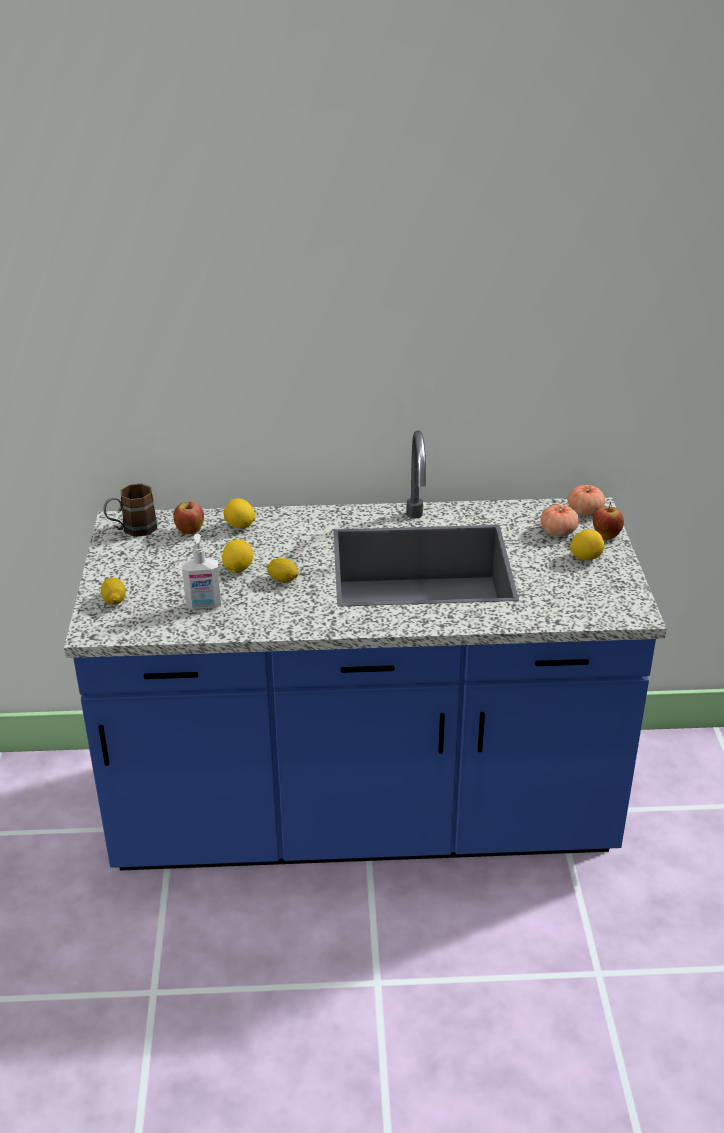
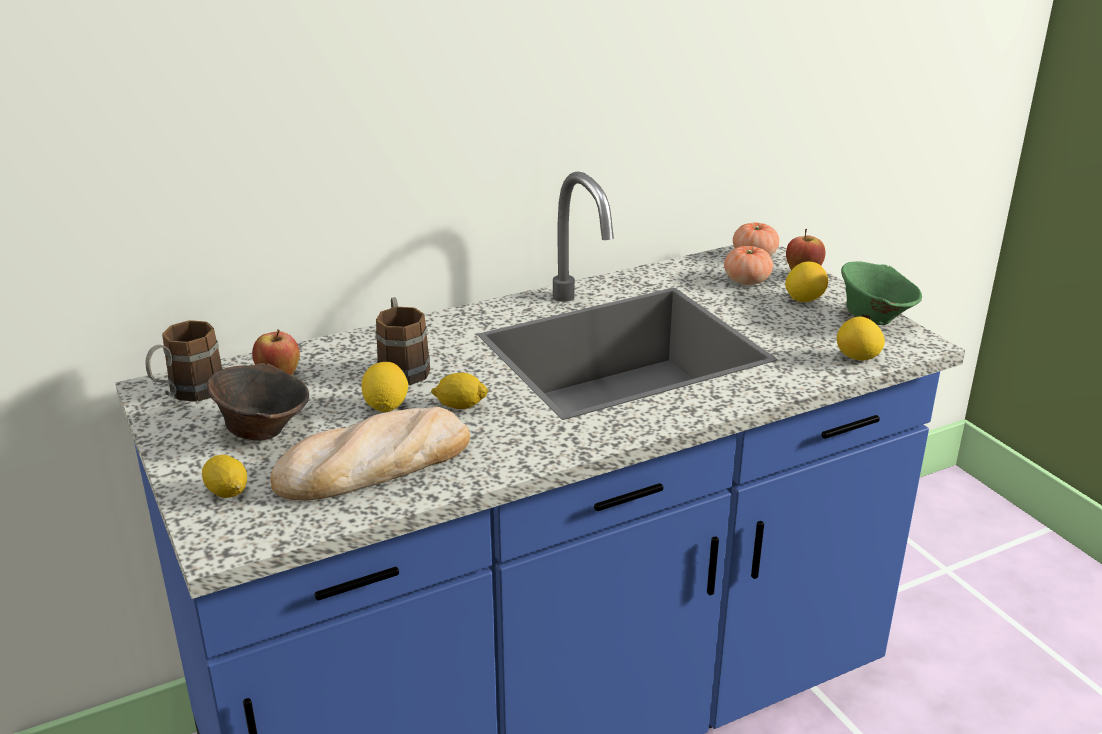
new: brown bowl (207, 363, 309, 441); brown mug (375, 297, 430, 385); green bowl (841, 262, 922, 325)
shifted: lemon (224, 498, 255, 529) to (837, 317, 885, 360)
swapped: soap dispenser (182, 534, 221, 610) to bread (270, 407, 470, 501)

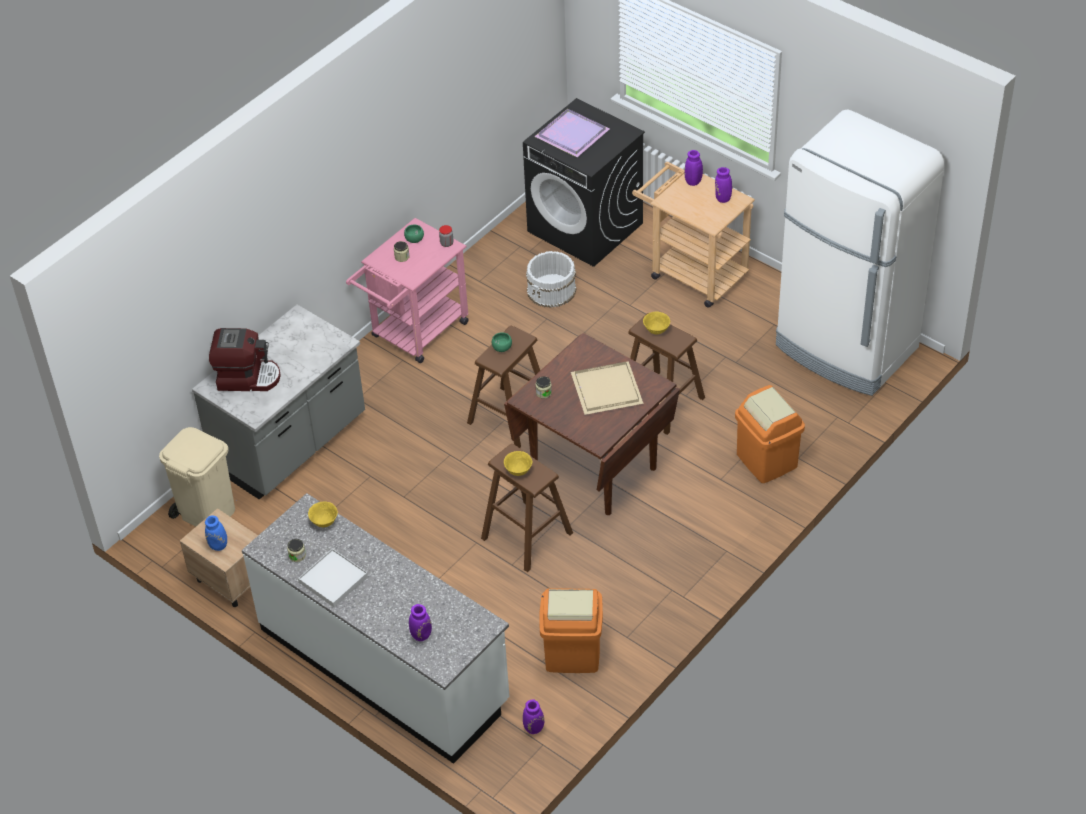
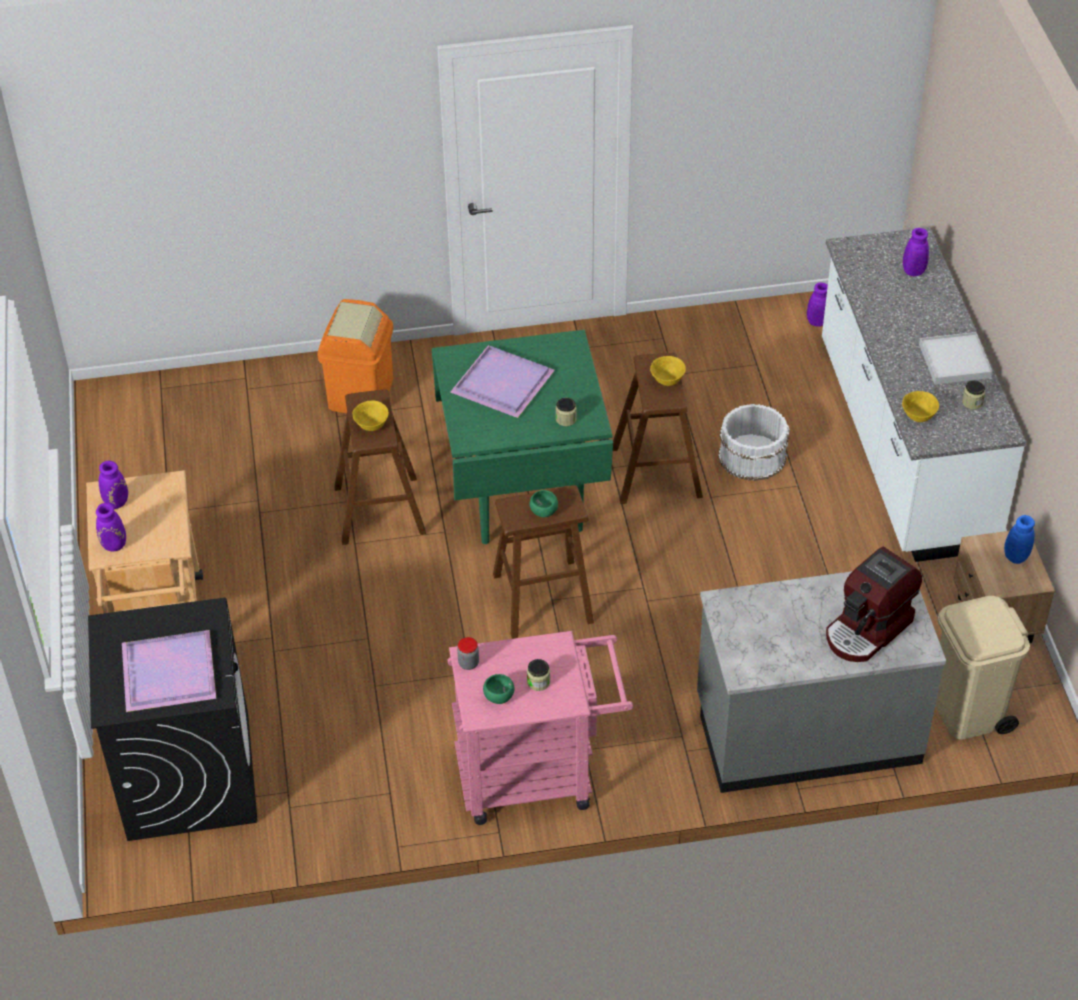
gone: orange trash can (540, 588, 603, 673); white fridge (776, 109, 944, 396)
shifted: white bucket (526, 251, 576, 308) to (718, 404, 790, 481)
repainted: brown dining table (504, 333, 680, 515) to green dining table (432, 330, 613, 544); beige tray (571, 361, 644, 415) to purple tray (451, 345, 555, 418)
rotated: coffee machine (209, 328, 280, 391) = (826, 547, 922, 662) 90 degrees counterclockwise

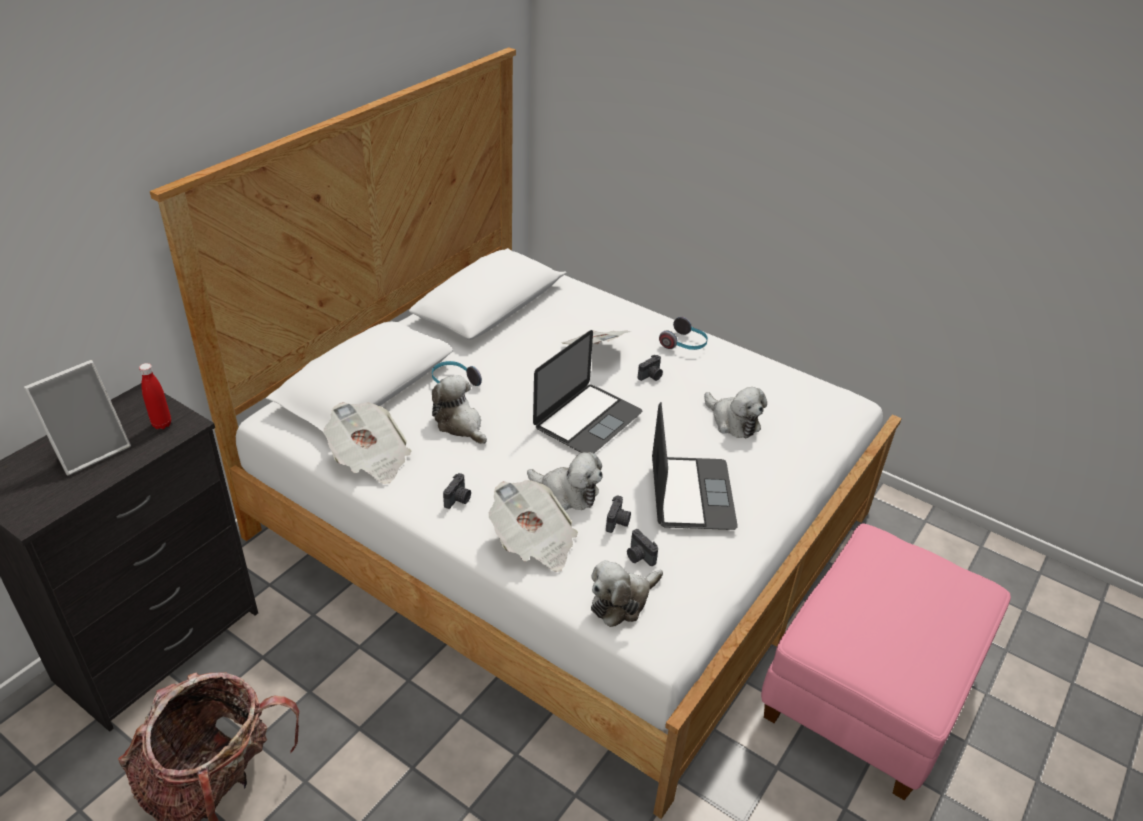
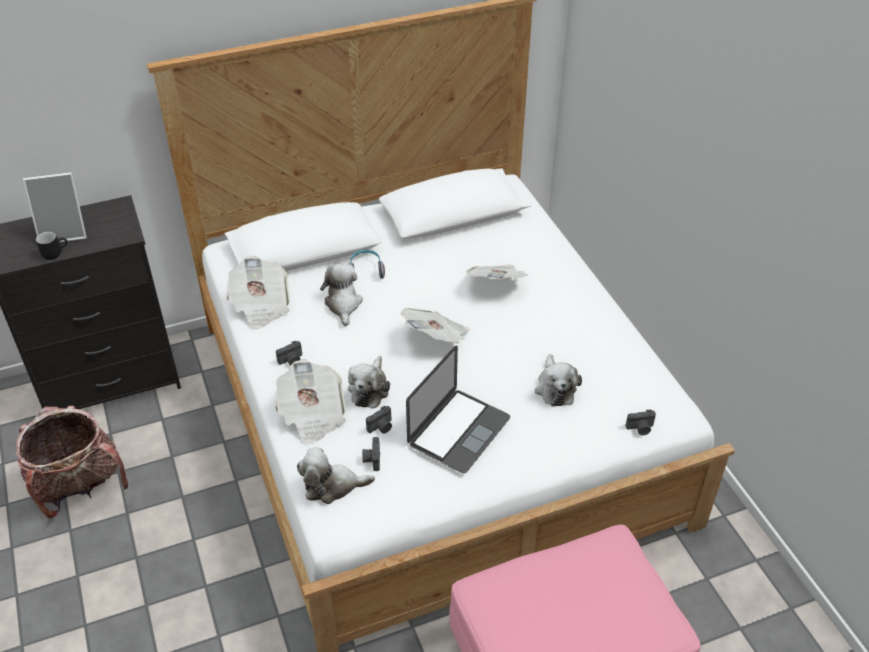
gone: red bottle (139, 363, 171, 429); headphones (659, 317, 708, 350)
new: black mug (36, 232, 68, 260)
shifted: photo camera (638, 355, 663, 381) to (626, 410, 656, 435)
swapped: laptop (533, 330, 642, 453) to newspaper (401, 308, 470, 343)
rotated: plush toy (527, 452, 603, 510) = (348, 356, 390, 409) 45 degrees clockwise

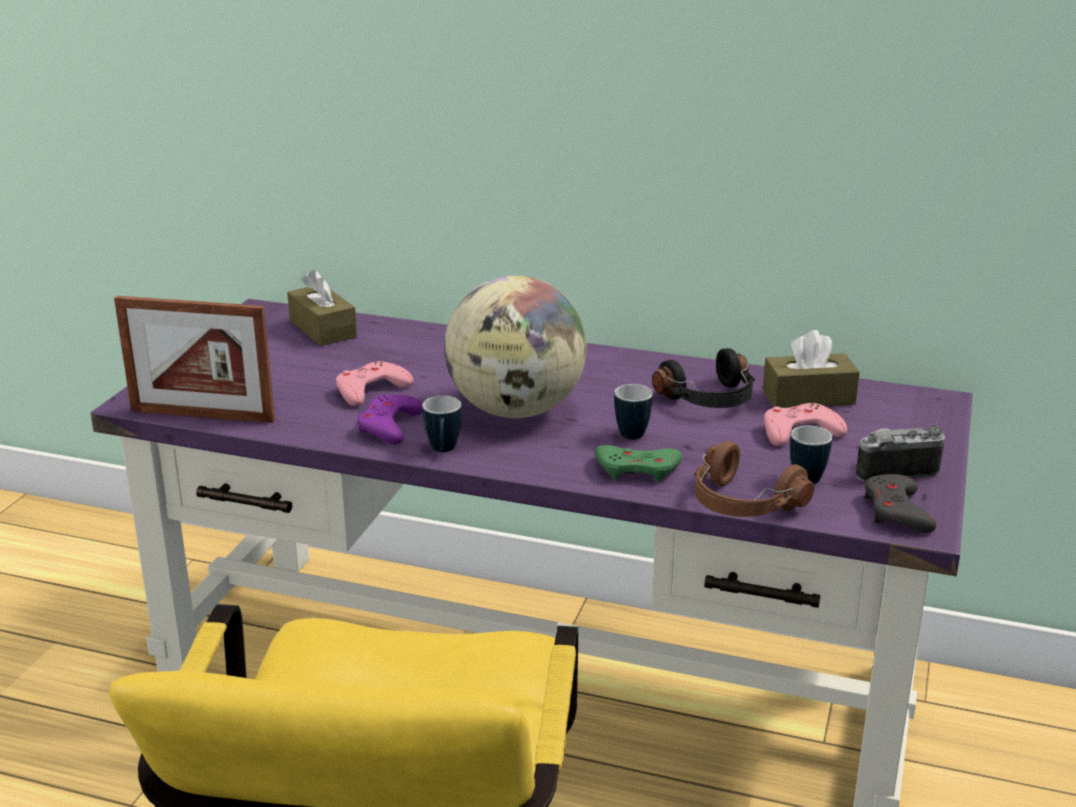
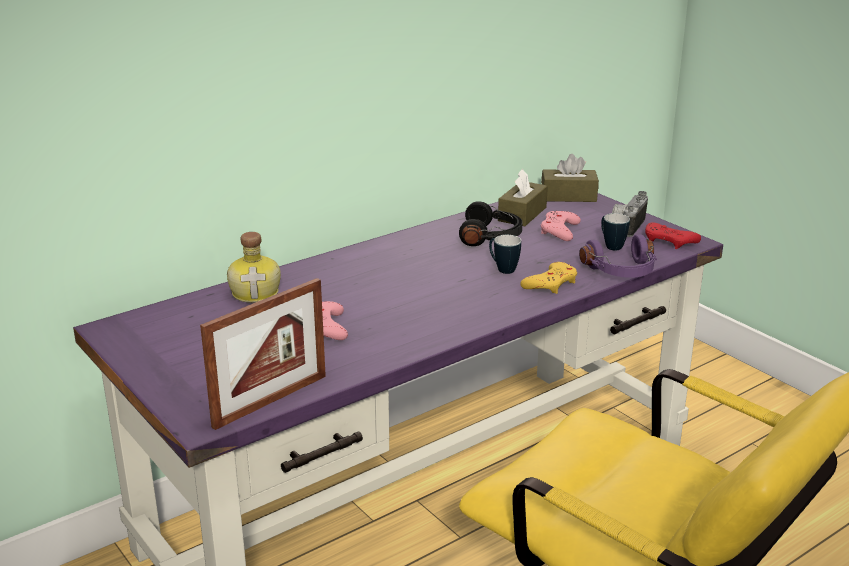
gone: purple game controller (357, 395, 423, 444); mug (423, 396, 462, 452); globe (444, 276, 587, 418)
new: bottle (227, 232, 281, 303)
shifted: brown tissue box (287, 269, 357, 346) to (541, 154, 599, 202)
repainted: green game controller (595, 445, 682, 483) to yellow game controller (520, 262, 577, 294); brown headphones (694, 441, 814, 517) to purple headphones (579, 234, 657, 278); grey game controller (865, 474, 936, 533) to red game controller (645, 223, 701, 249)

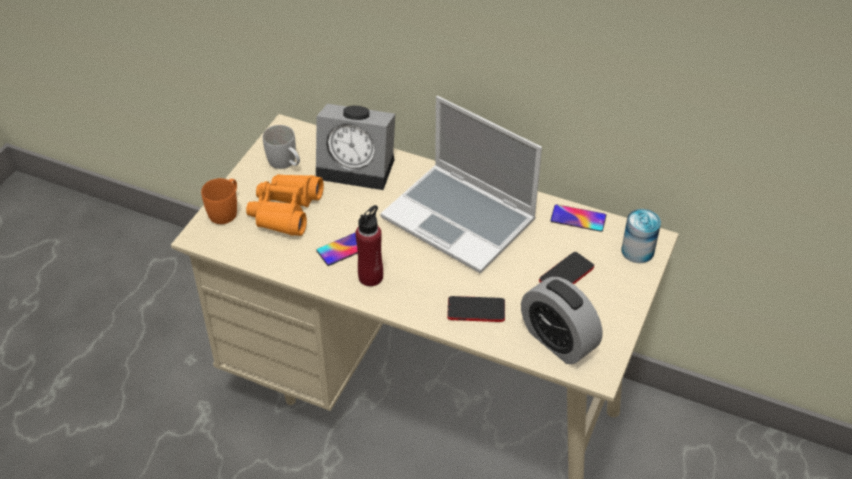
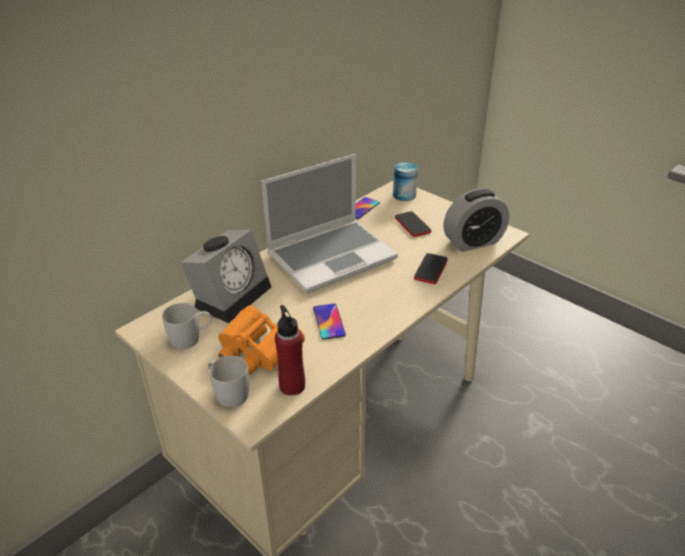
shifted: red bottle (355, 205, 383, 286) to (275, 305, 305, 396)
repainted: orange mug (201, 178, 237, 224) to white mug (208, 356, 249, 408)

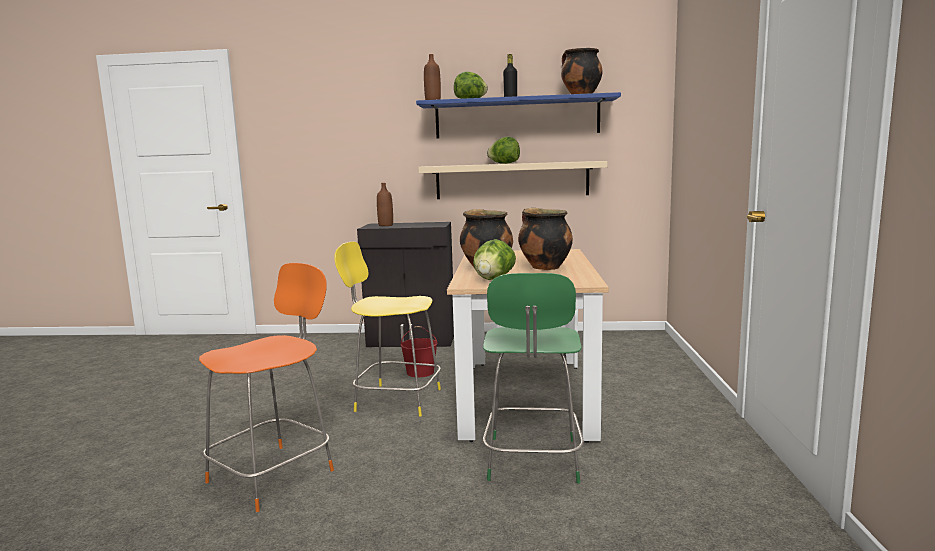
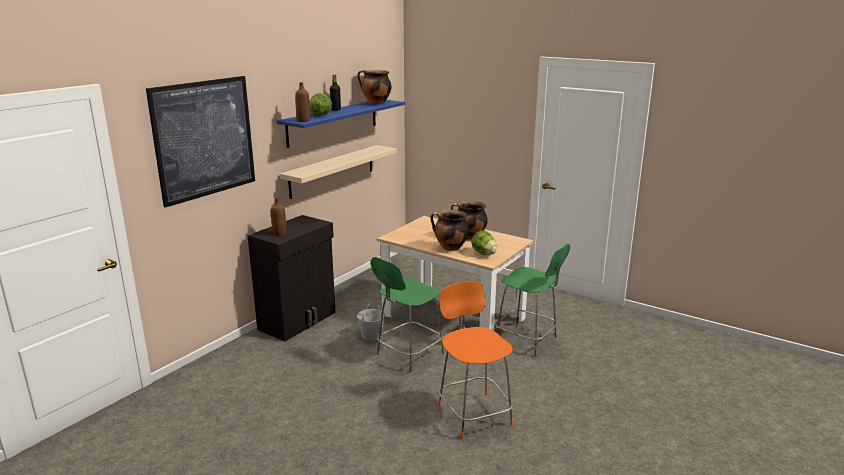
gone: lettuce (487, 136, 520, 164)
new: picture (146, 76, 255, 208)
repainted: yellow chair (334, 241, 441, 417) to green chair (371, 257, 444, 372); red bucket (401, 326, 437, 377) to white bucket (357, 303, 385, 341)

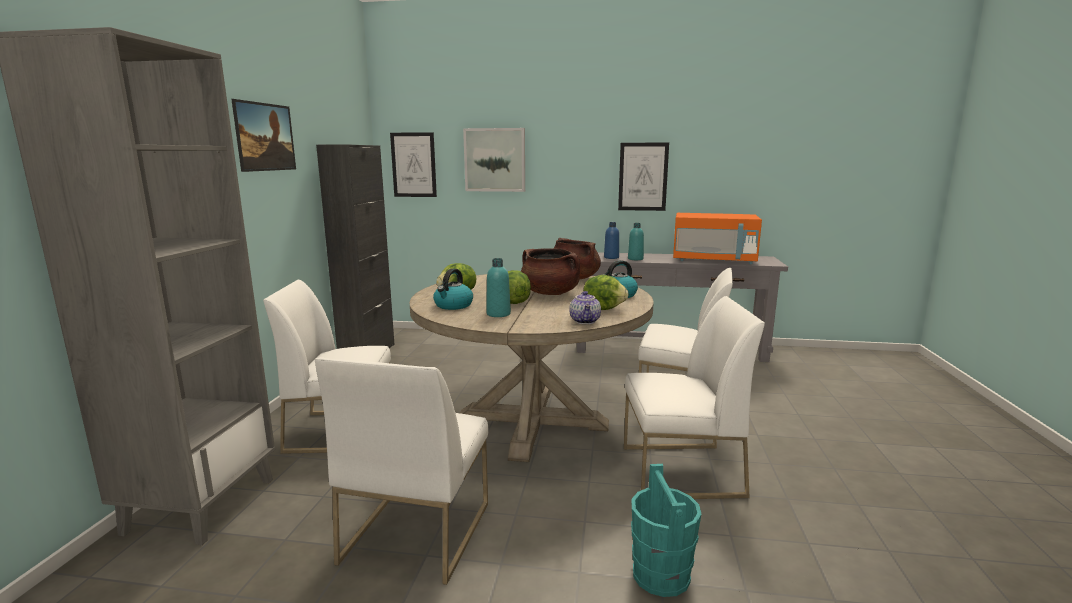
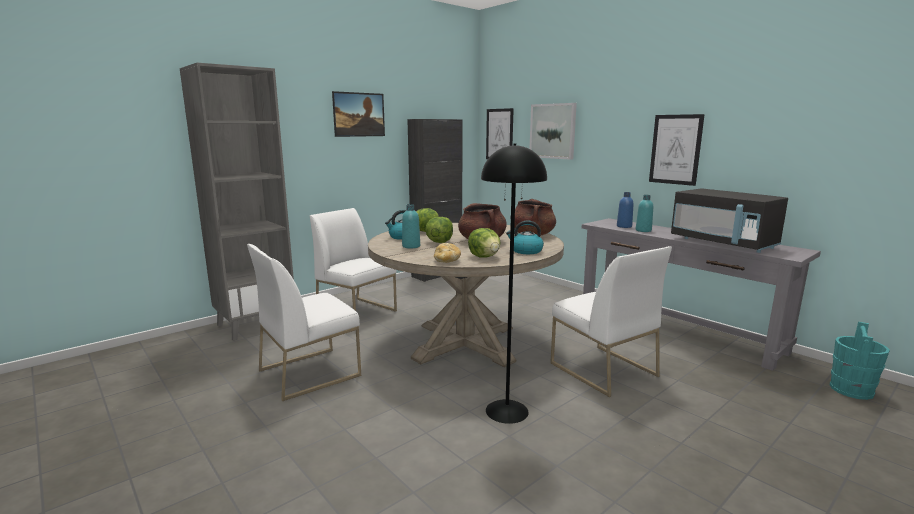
shifted: turquoise bucket (631, 464, 701, 597) to (830, 322, 890, 400)
swapped: teapot (569, 291, 601, 324) to bread (434, 243, 461, 263); white chair (624, 296, 765, 499) to black floor lamp (481, 144, 547, 424)
repainted: orange microwave (673, 213, 762, 264) to black microwave (671, 188, 788, 253)

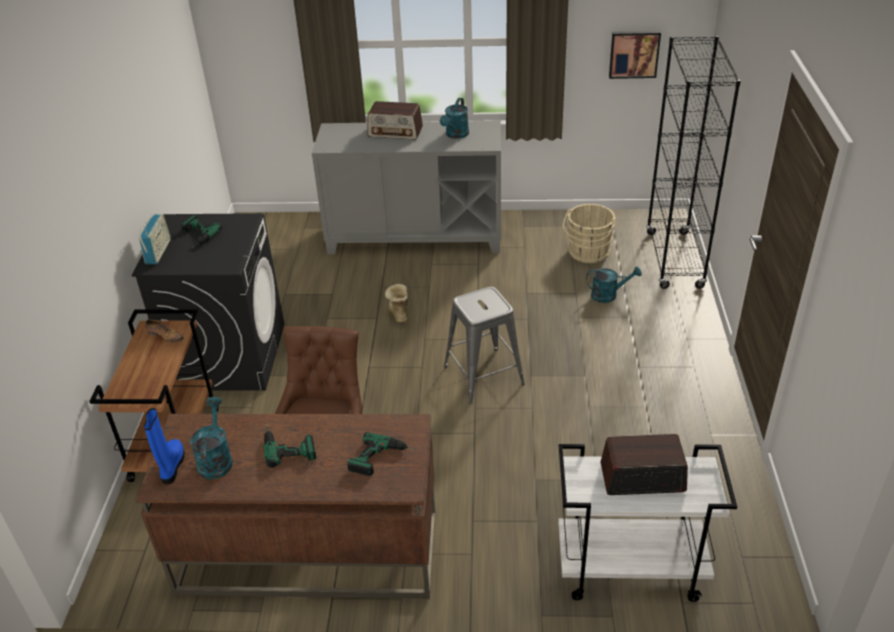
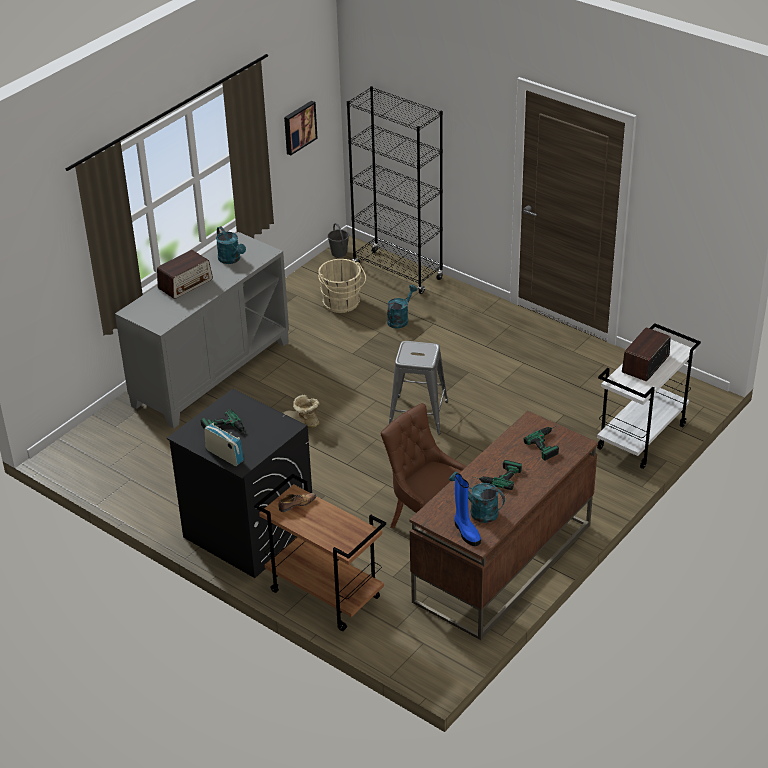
new: grey bucket (327, 223, 349, 257)
rotated: blue boot (144, 408, 185, 484) = (454, 473, 481, 546) 150 degrees counterclockwise

